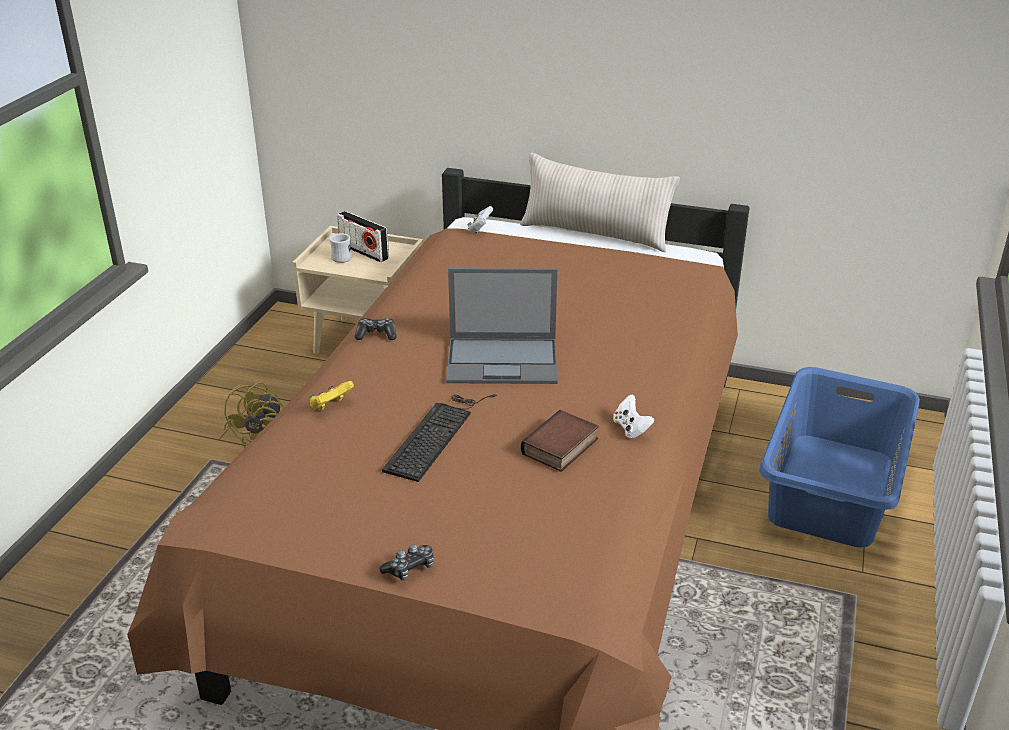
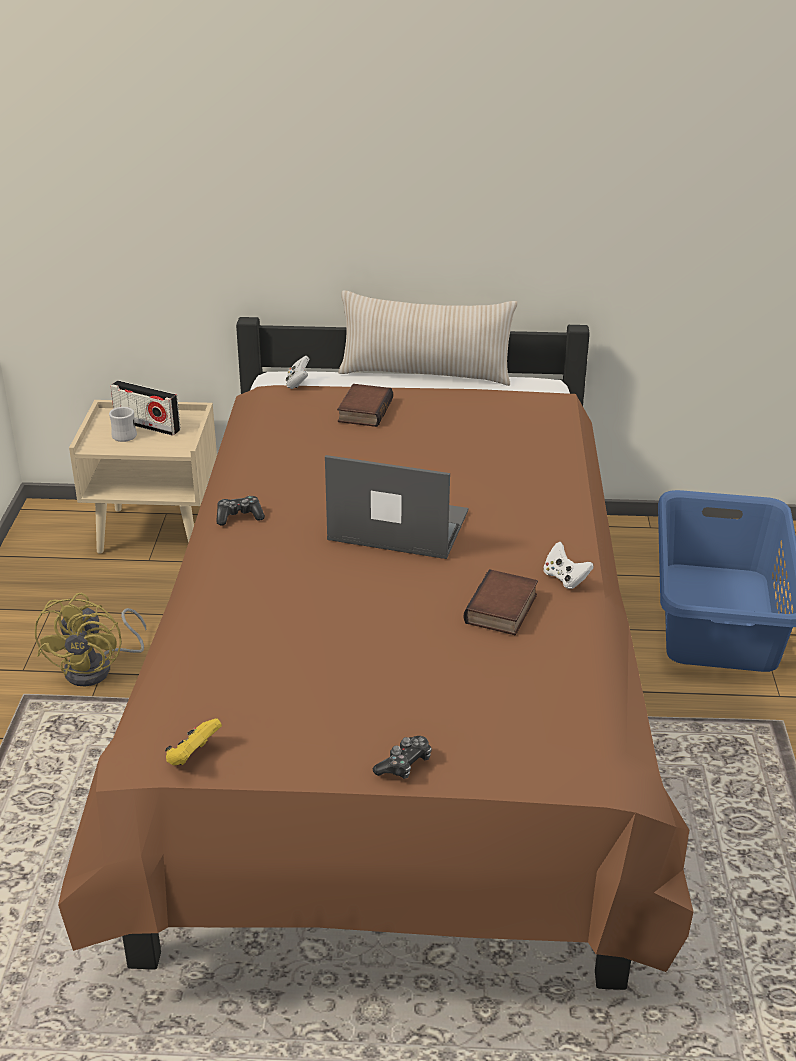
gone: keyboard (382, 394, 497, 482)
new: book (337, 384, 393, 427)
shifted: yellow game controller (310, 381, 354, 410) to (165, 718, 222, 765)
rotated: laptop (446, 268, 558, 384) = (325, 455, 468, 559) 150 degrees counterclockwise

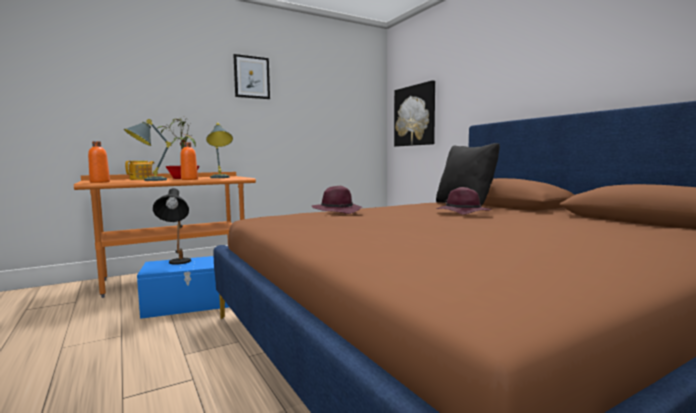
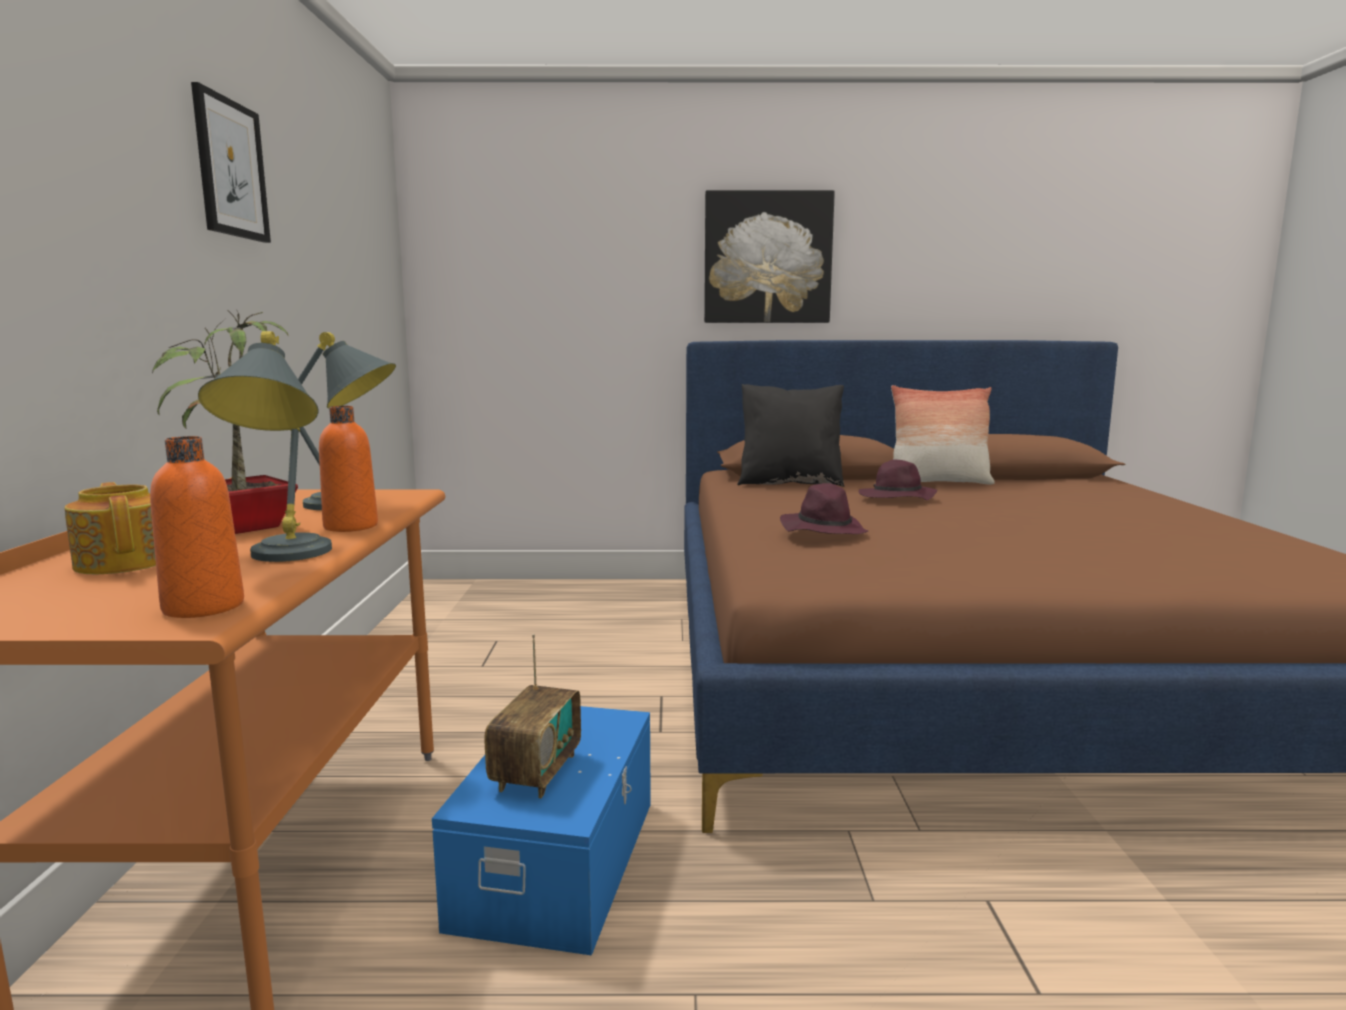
new: pillow (891, 385, 995, 485)
shifted: picture (394, 80, 435, 147) to (704, 190, 835, 323)
swapped: black table lamp (153, 188, 191, 265) to radio (484, 634, 581, 798)

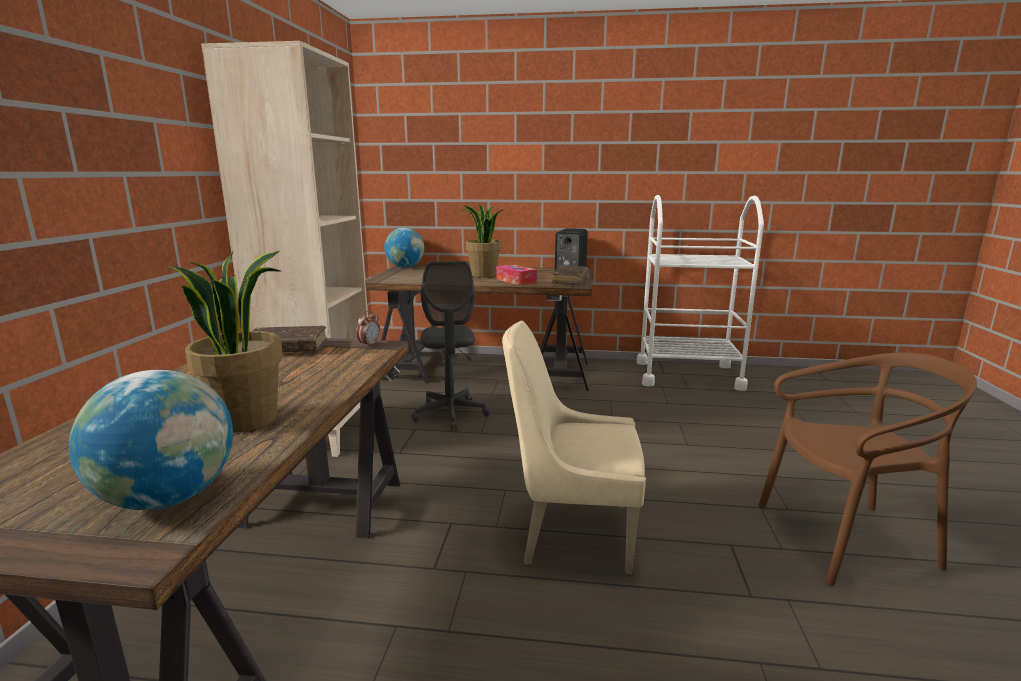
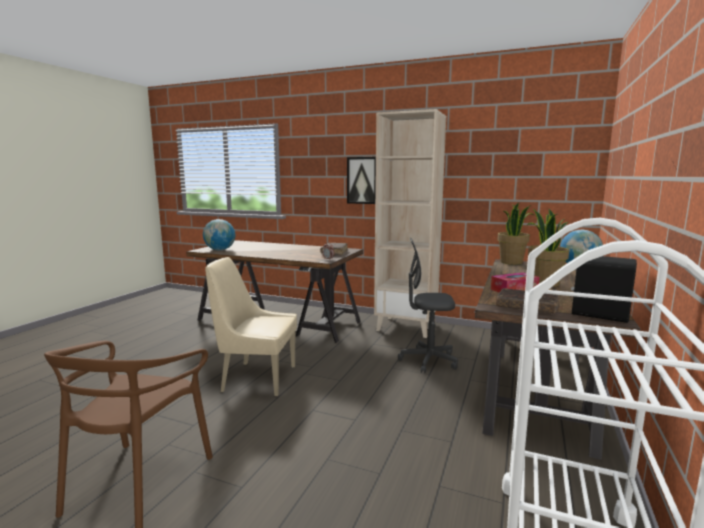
new: picture (347, 157, 376, 204)
shifted: potted plant (169, 251, 283, 433) to (497, 202, 534, 265)
rotated: beige chair (502, 321, 646, 574) = (205, 257, 297, 396) 105 degrees counterclockwise

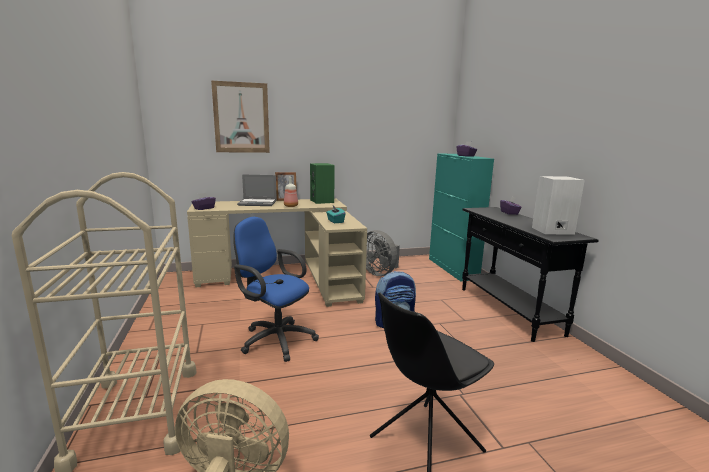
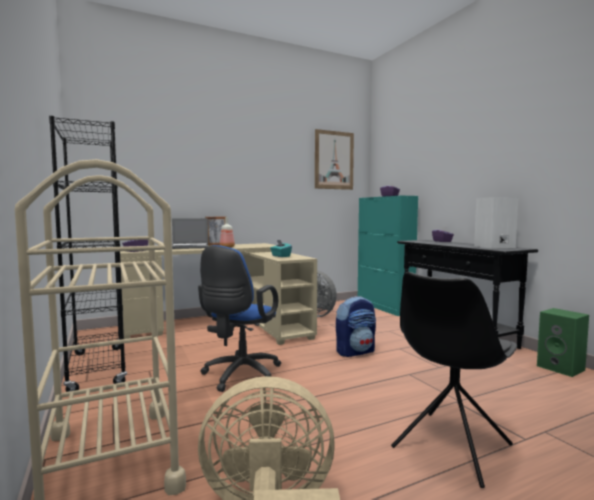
new: black bookcase (49, 116, 127, 392)
shifted: picture (211, 81, 270, 153) to (315, 129, 354, 190); green speaker (310, 163, 335, 204) to (537, 308, 589, 377)
rotated: blue office chair (234, 217, 319, 362) = (198, 245, 281, 392) 90 degrees counterclockwise

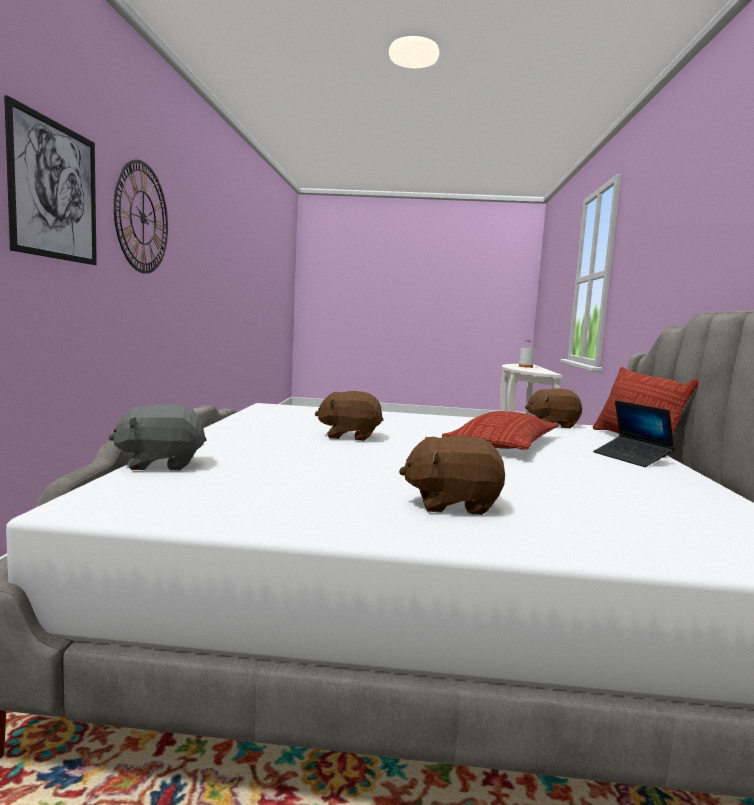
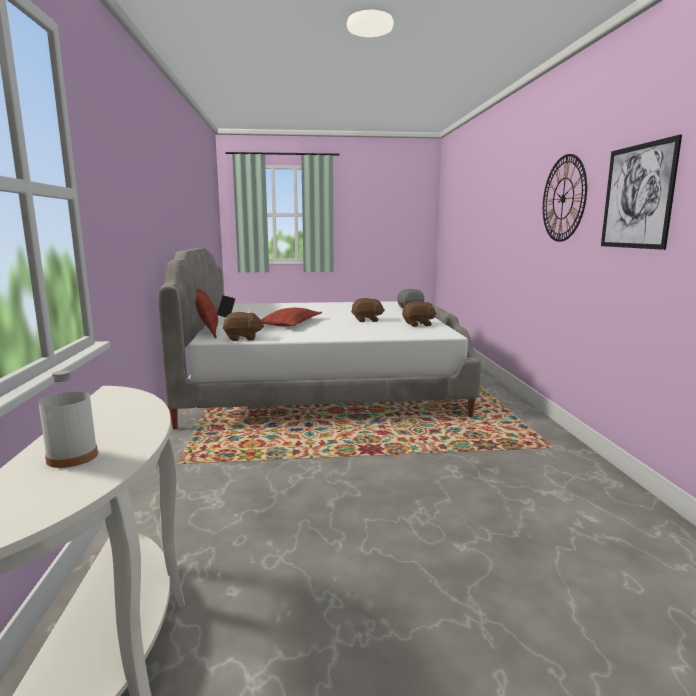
shifted: picture (4, 95, 97, 265) to (601, 135, 682, 250); brown plush toy (399, 436, 505, 515) to (402, 301, 437, 327)

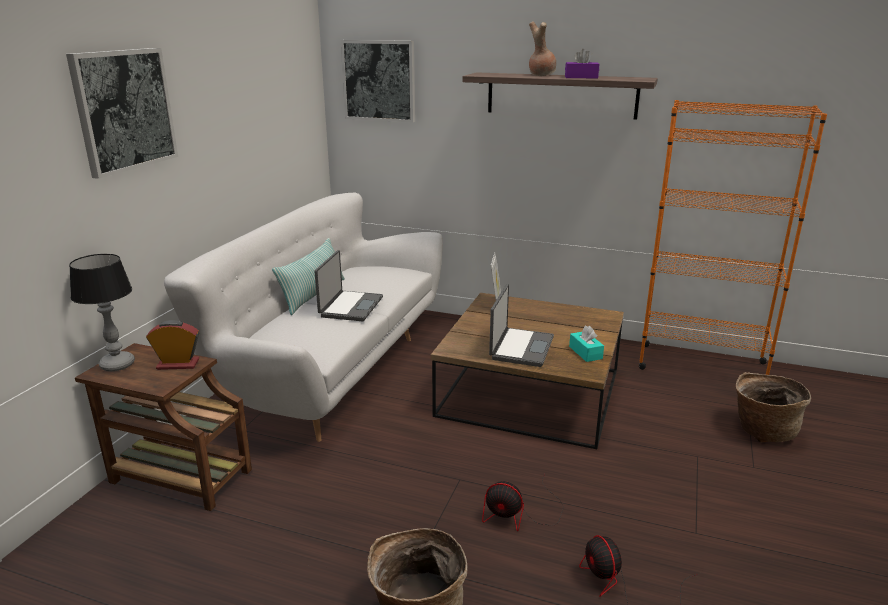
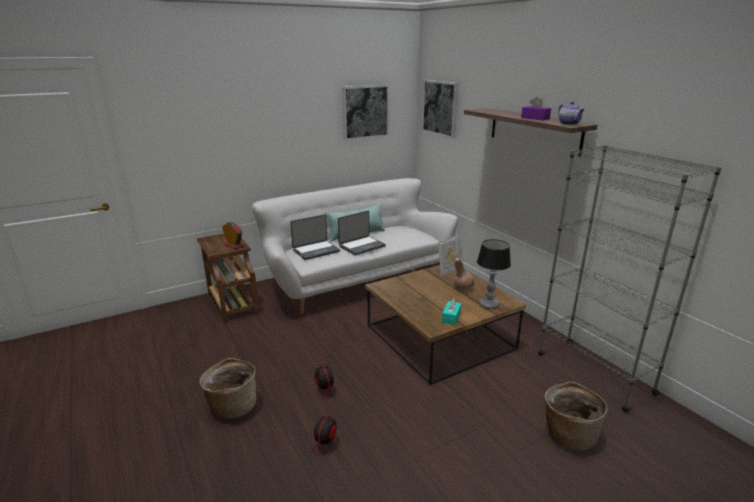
new: teapot (558, 102, 585, 125)
shifted: picture (66, 48, 178, 179) to (342, 85, 389, 140); table lamp (69, 254, 135, 371) to (477, 239, 511, 309); laptop (489, 284, 554, 367) to (290, 214, 340, 260); brown vase (529, 21, 556, 76) to (453, 253, 474, 291)
repainted: orange bookcase (639, 100, 827, 375) to grey bookcase (538, 145, 722, 413)

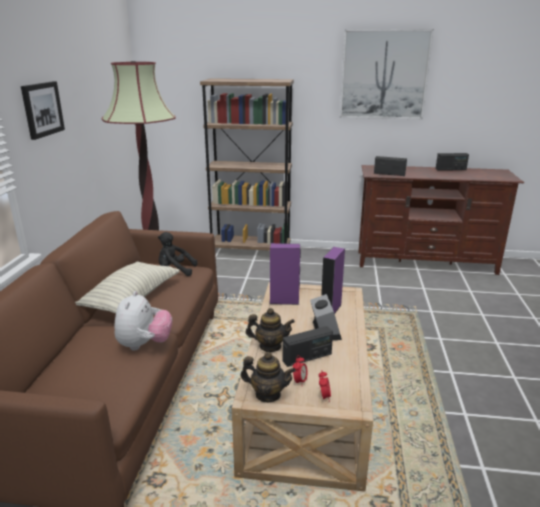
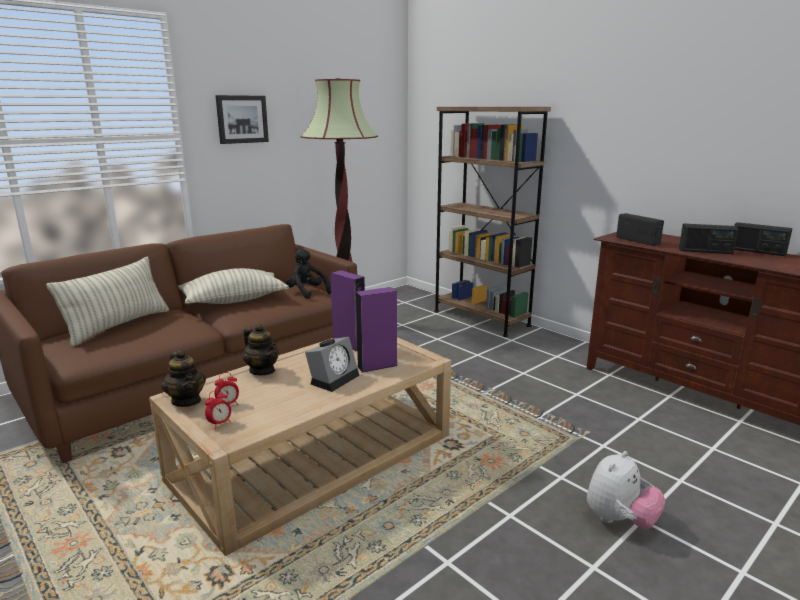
gone: picture (340, 29, 434, 119)
new: pillow (46, 256, 169, 347)
shifted: plush toy (114, 291, 172, 351) to (587, 451, 665, 529); radio (282, 326, 333, 367) to (679, 223, 739, 254)

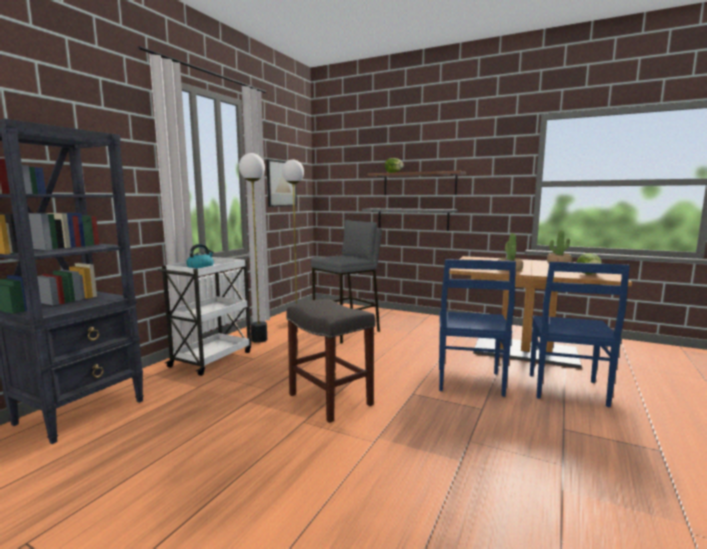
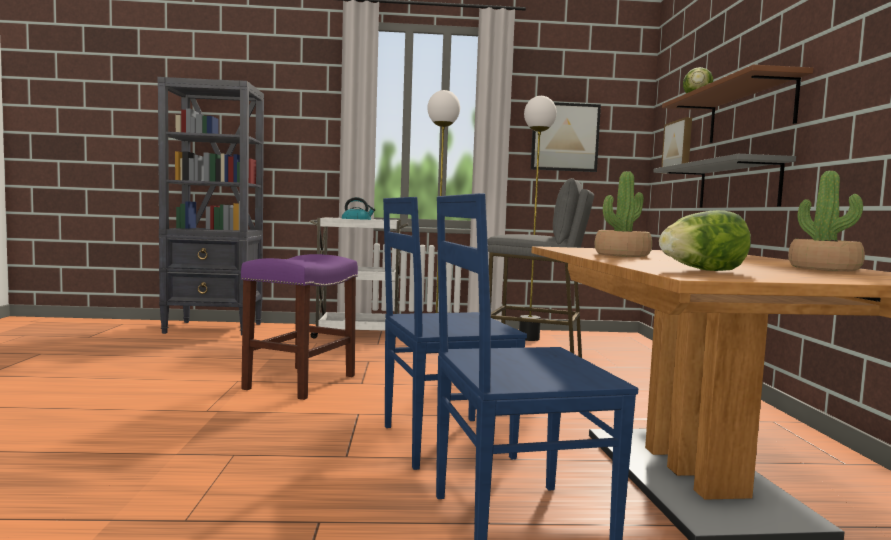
new: picture (661, 117, 692, 174)
repainted: grey stool (286, 299, 375, 423) to purple stool (241, 254, 358, 400)

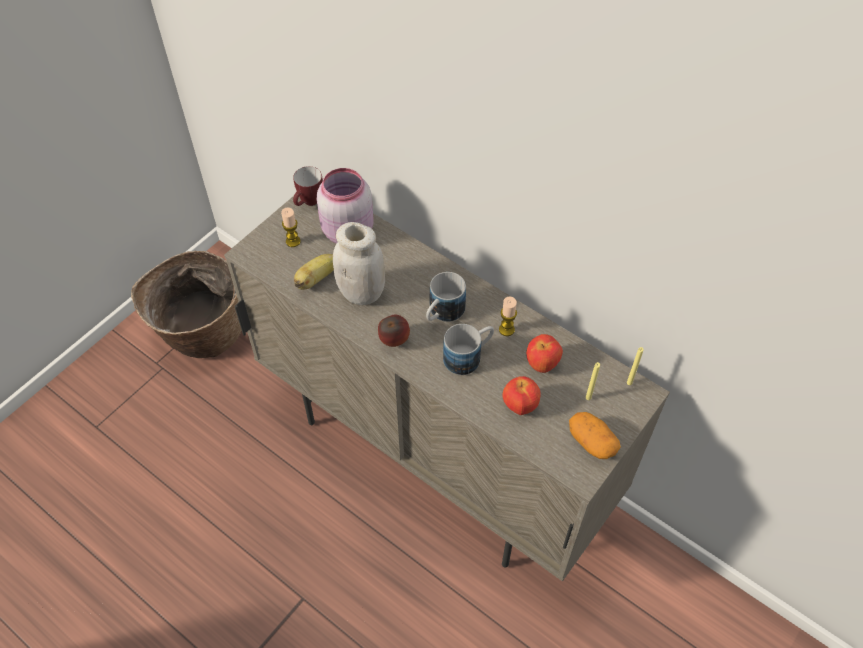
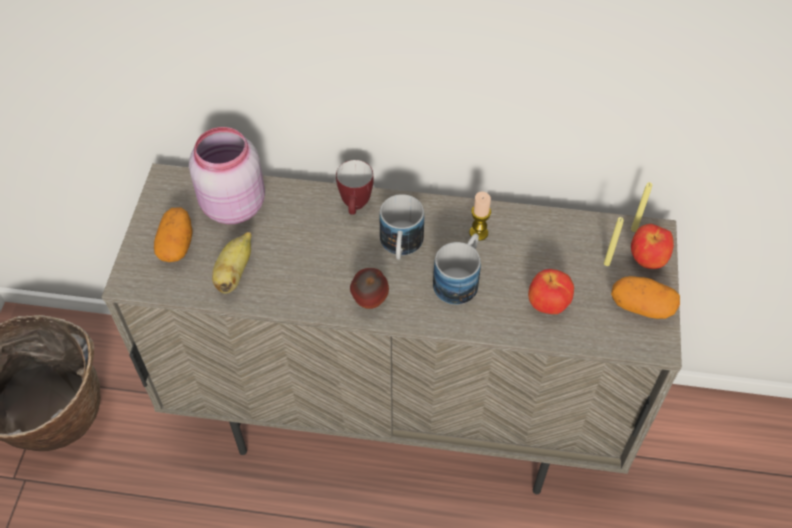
gone: white jar (333, 222, 385, 306)
shifted: mug (293, 166, 323, 206) to (336, 160, 374, 215); apple (526, 334, 563, 373) to (631, 224, 674, 269)
swapped: candle (281, 208, 301, 247) to potato (154, 208, 193, 262)

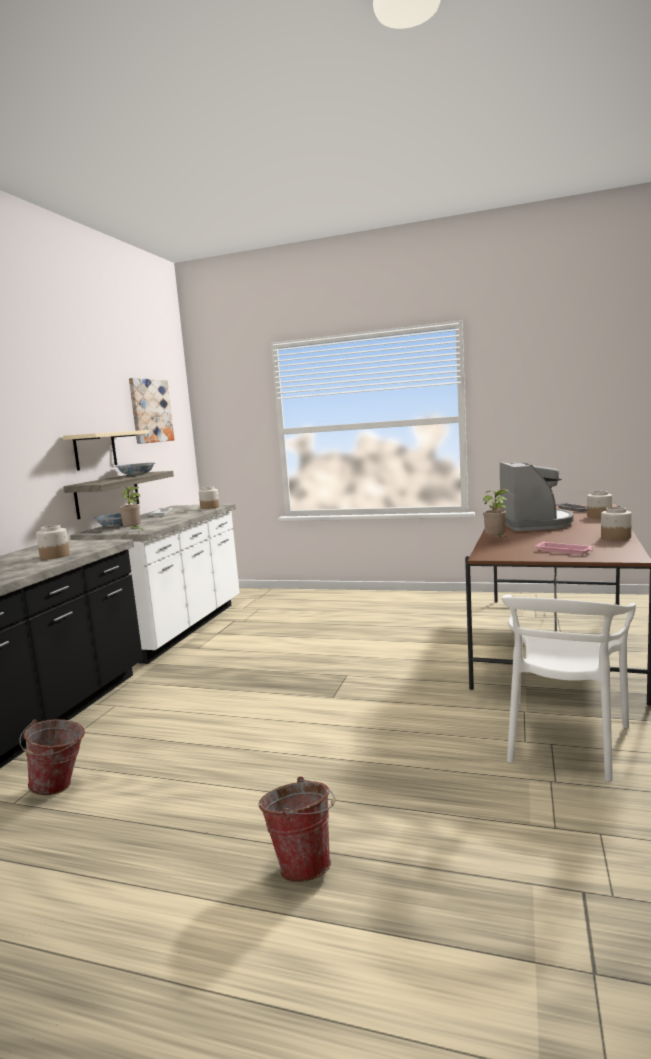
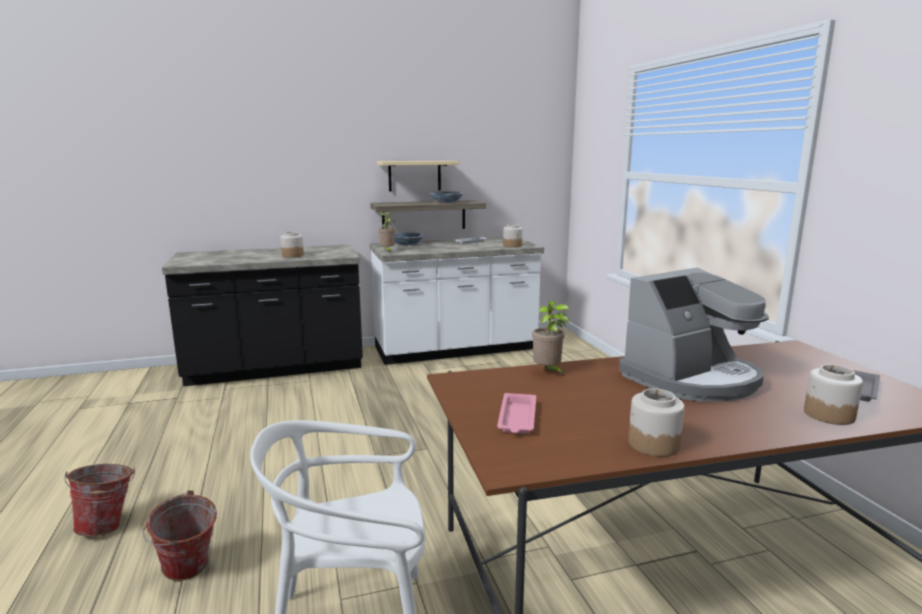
gone: picture (129, 378, 174, 444)
shifted: bucket (19, 719, 85, 795) to (142, 490, 217, 581)

